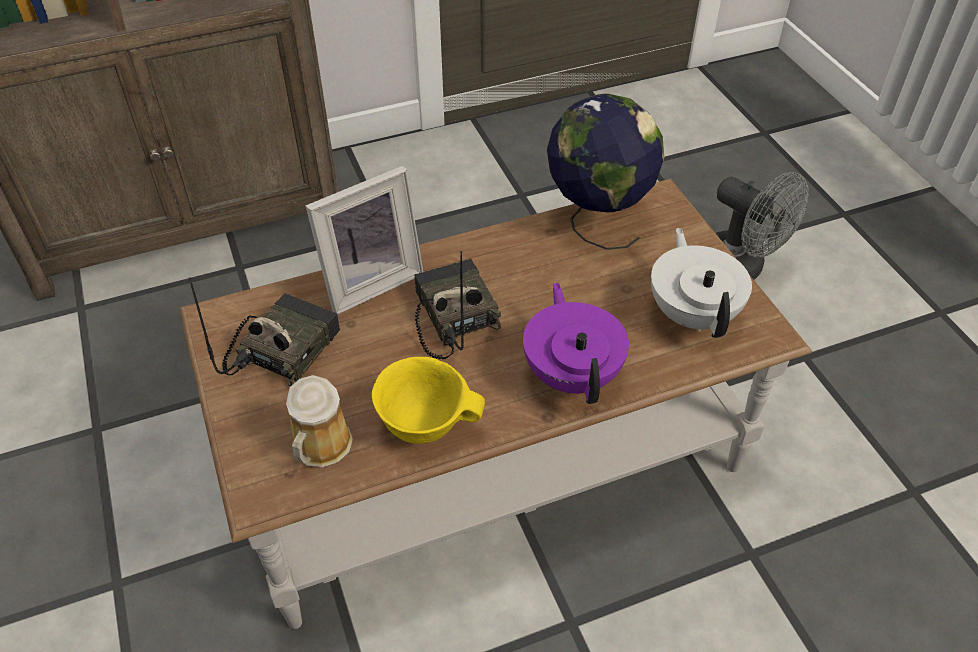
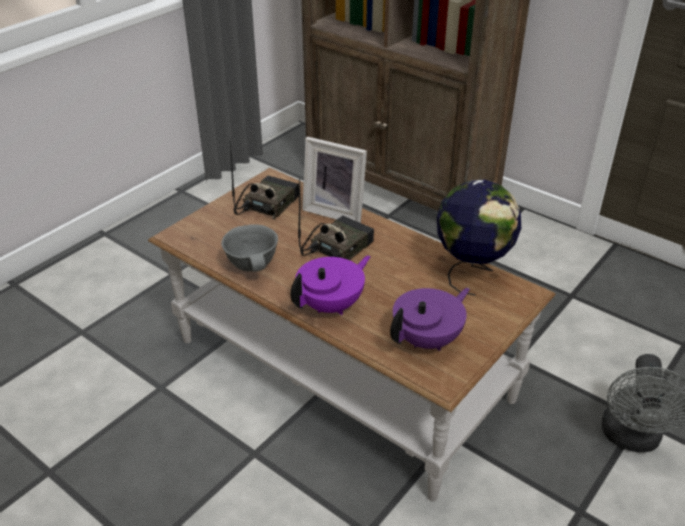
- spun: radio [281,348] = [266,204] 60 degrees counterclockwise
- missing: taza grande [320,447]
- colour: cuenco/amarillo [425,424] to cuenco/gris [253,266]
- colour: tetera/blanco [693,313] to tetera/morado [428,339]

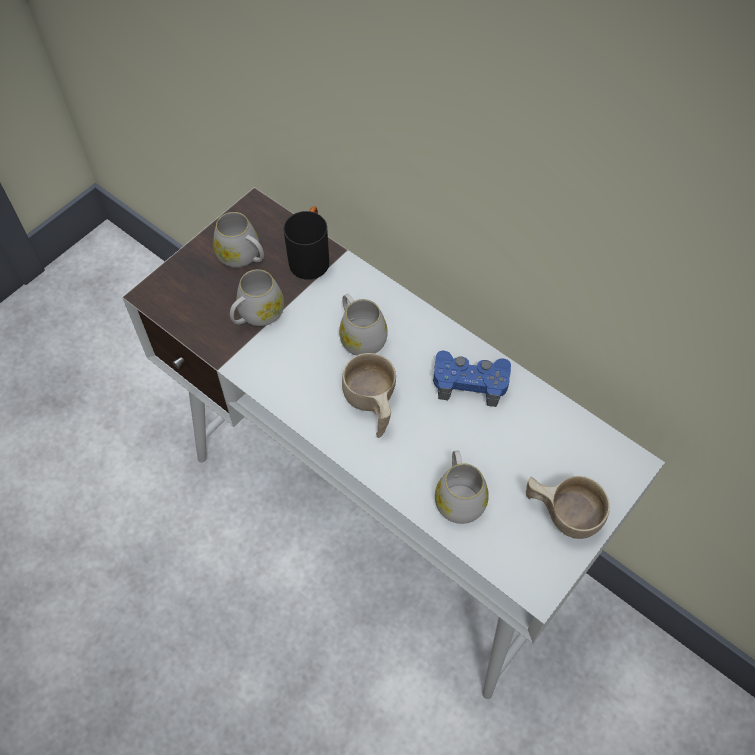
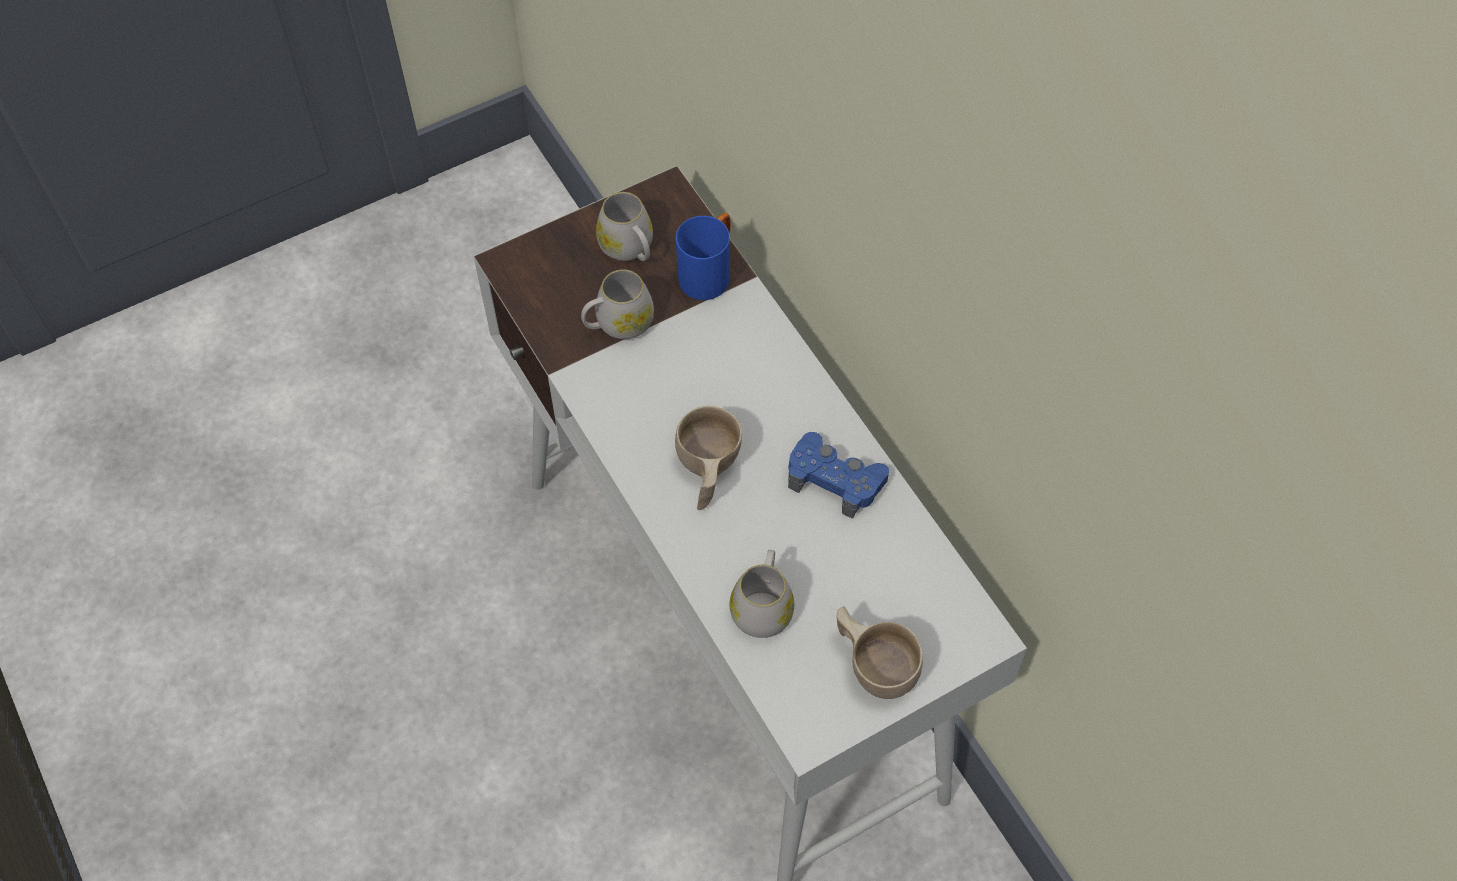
- colour: taza grande/negro [311,257] to taza grande/azul [709,272]
- missing: taza grande/blanco [360,336]

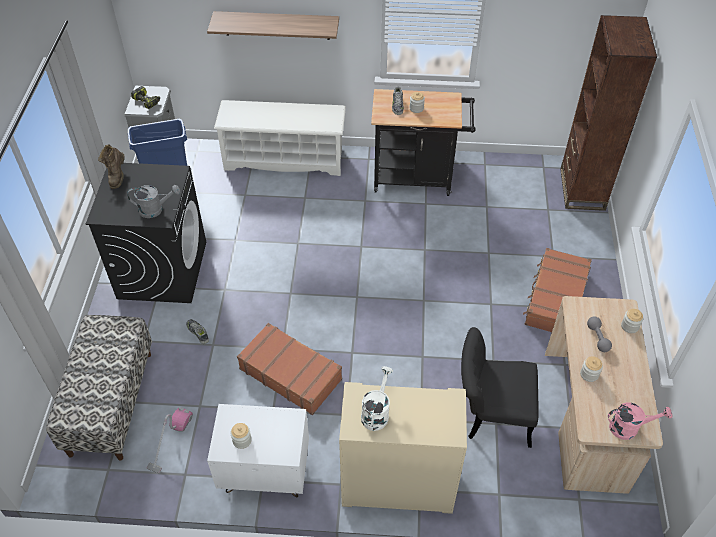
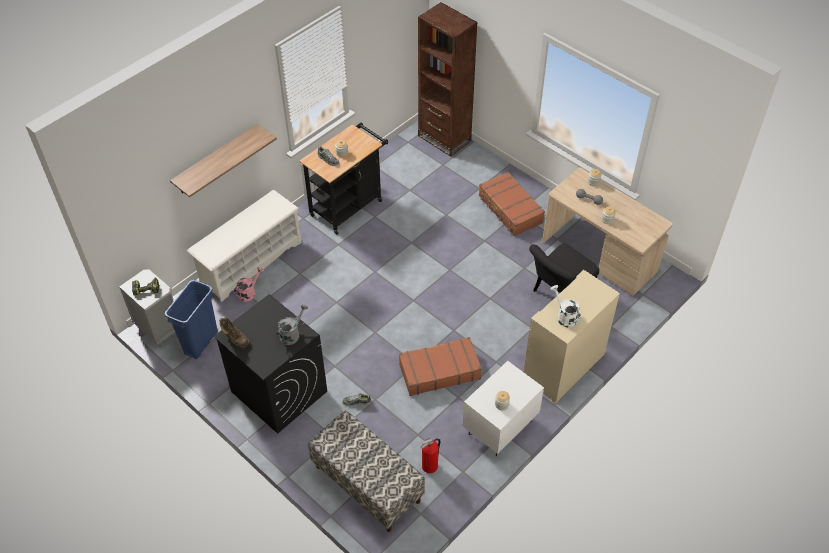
- exchanged: aspiradora [170,441] to extintor [430,466]
- relocated: regadera/rosa [629,427] to [249,292]

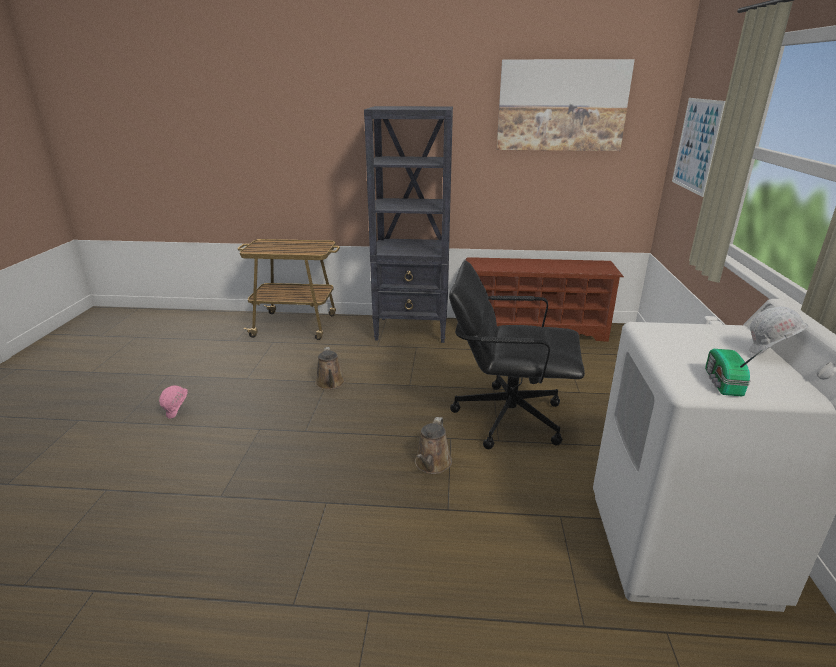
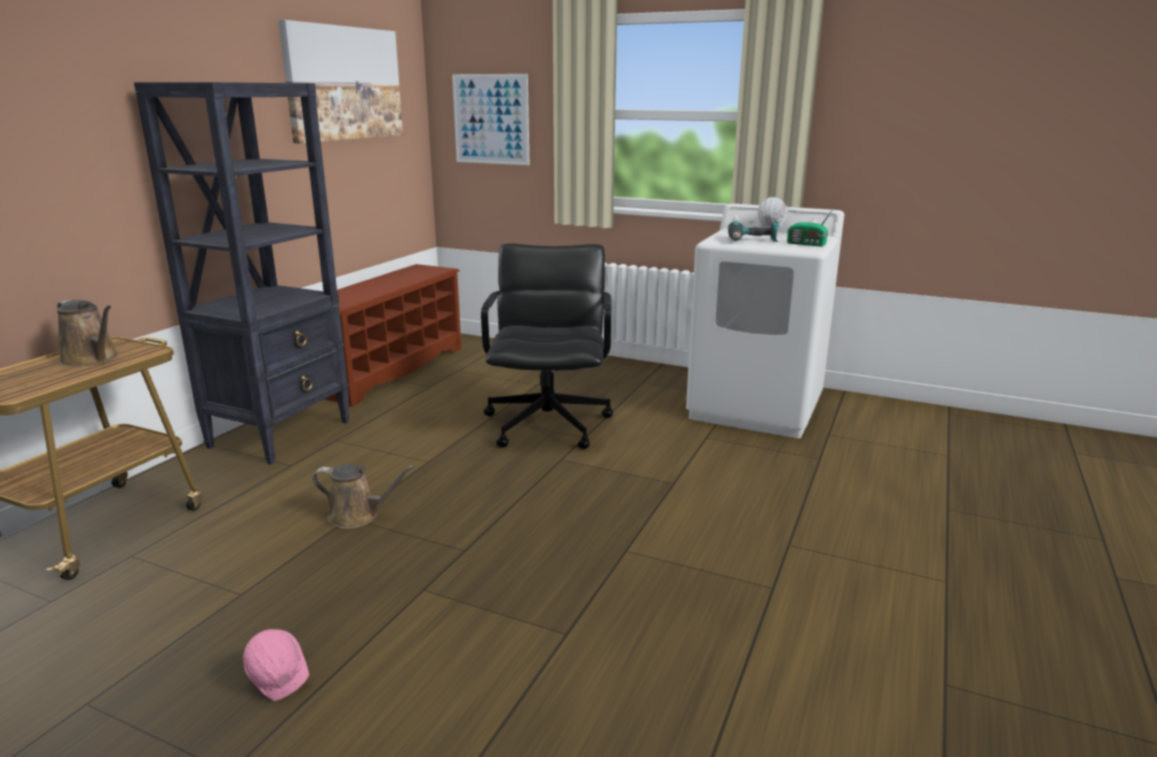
- relocated: regadera/marrón [432,464] to [92,359]
- spun: silla de oficina/negro [507,417] = [549,424] 150 degrees clockwise
- appeared: taladro [752,241]

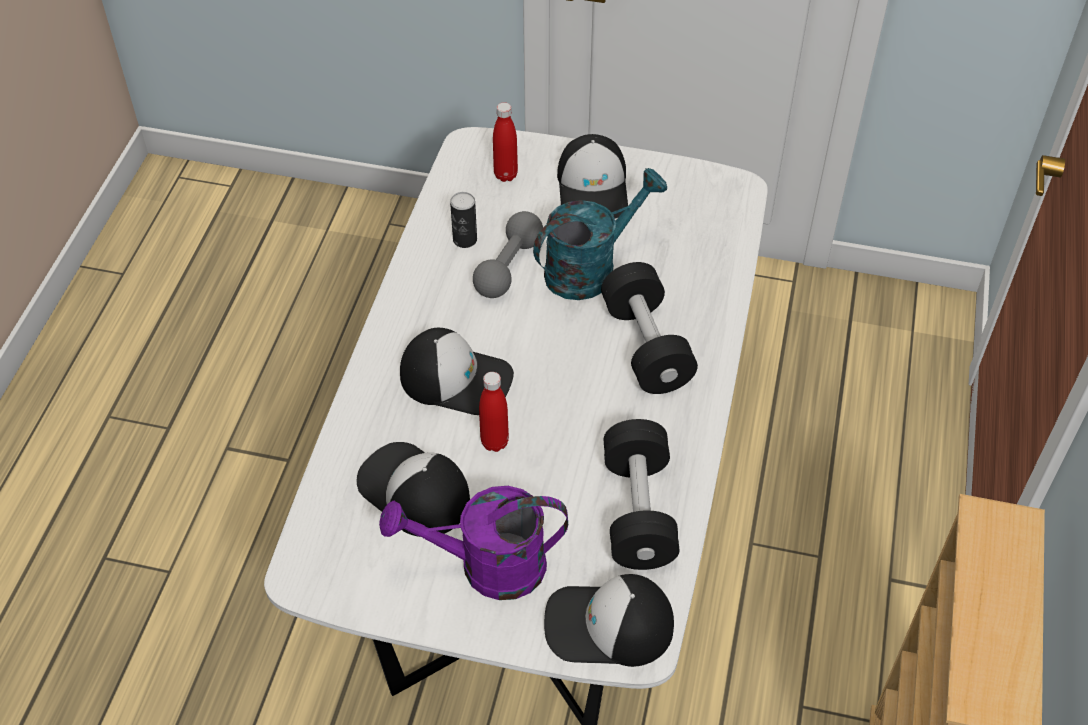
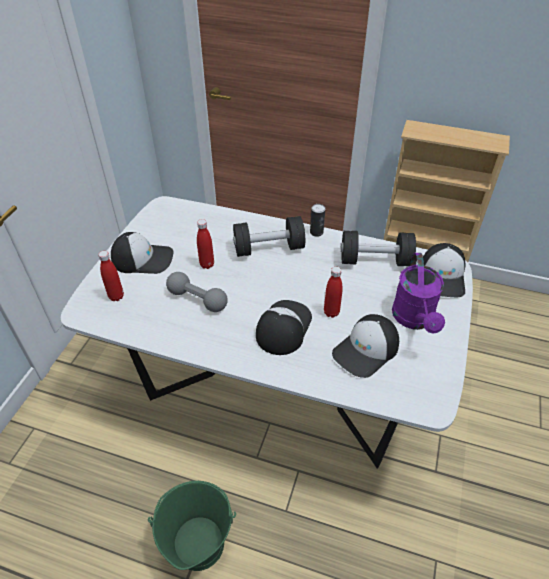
- relocated: lata [465,239] to [316,232]
- exchanged: regadera/turquesa [590,268] to botella/rojo [207,264]
- appeared: cubo/verde [198,543]

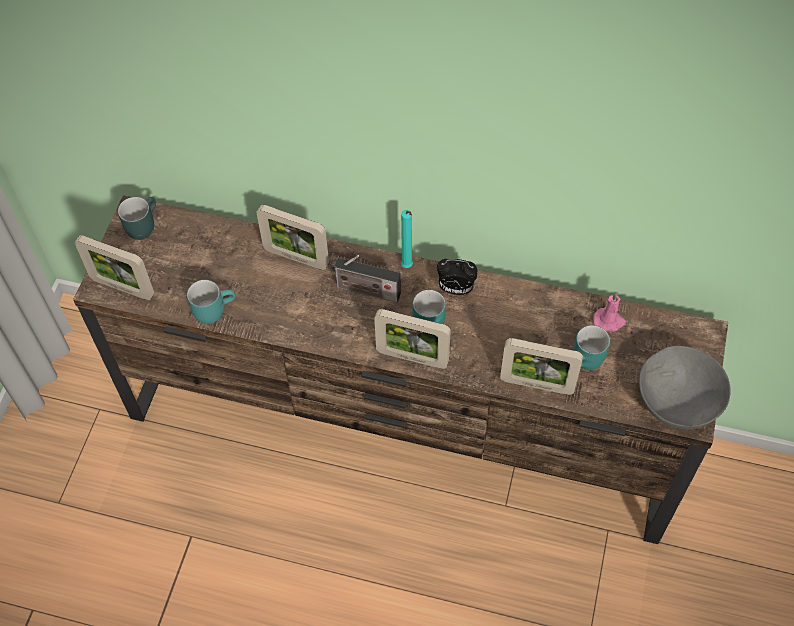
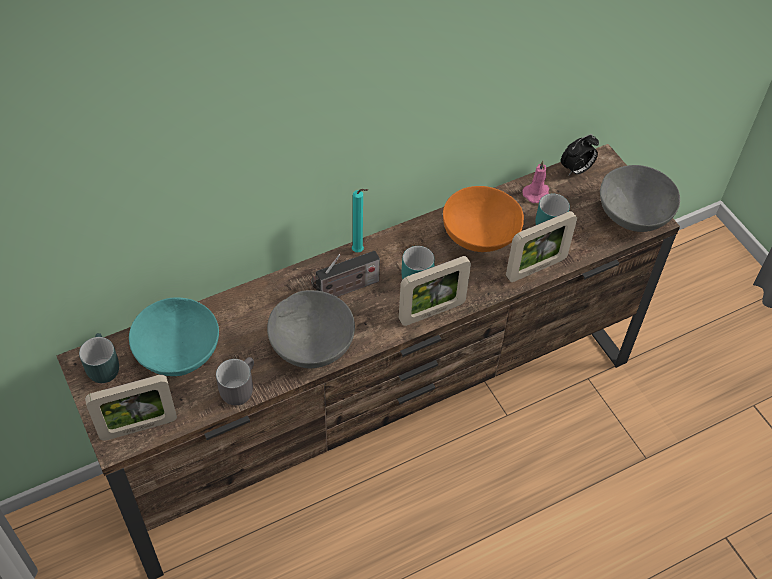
- colour: taza grande/turquesa [213,308] to taza grande/gris [237,387]
- missing: portarretratos [296,257]
- relocated: despertador [455,289] to [576,170]
- appeared: cuenco/turquesa [178,353]
- appeared: cuenco/gris [311,346]
- appeared: cuenco/naranja [480,236]

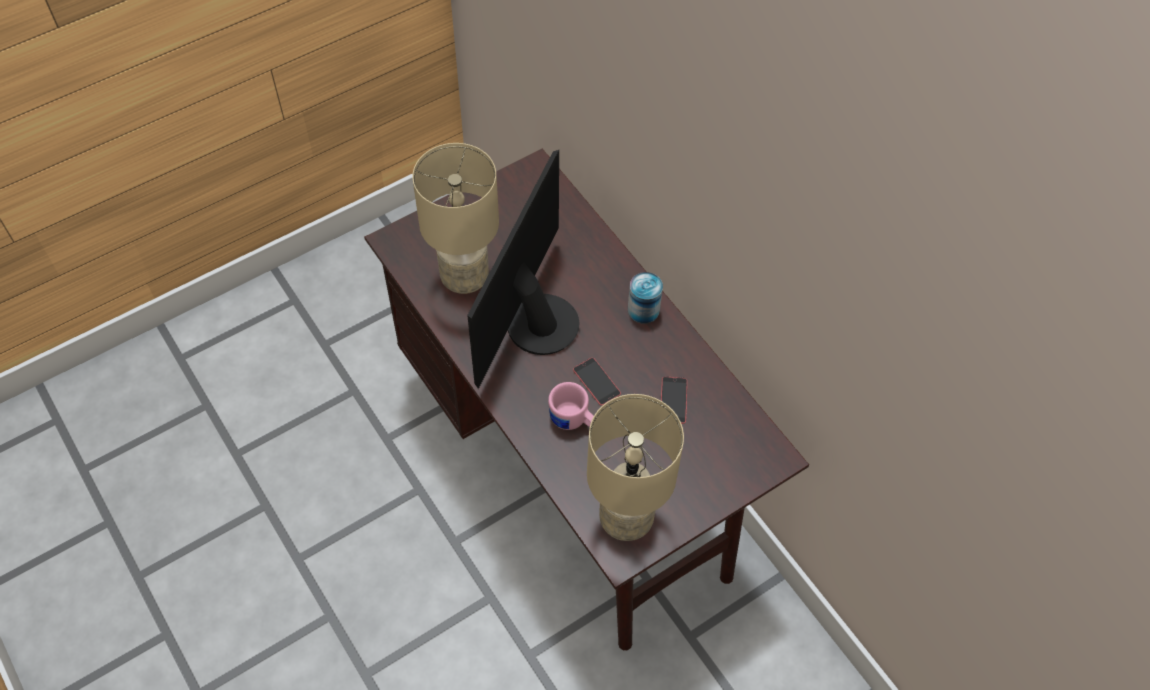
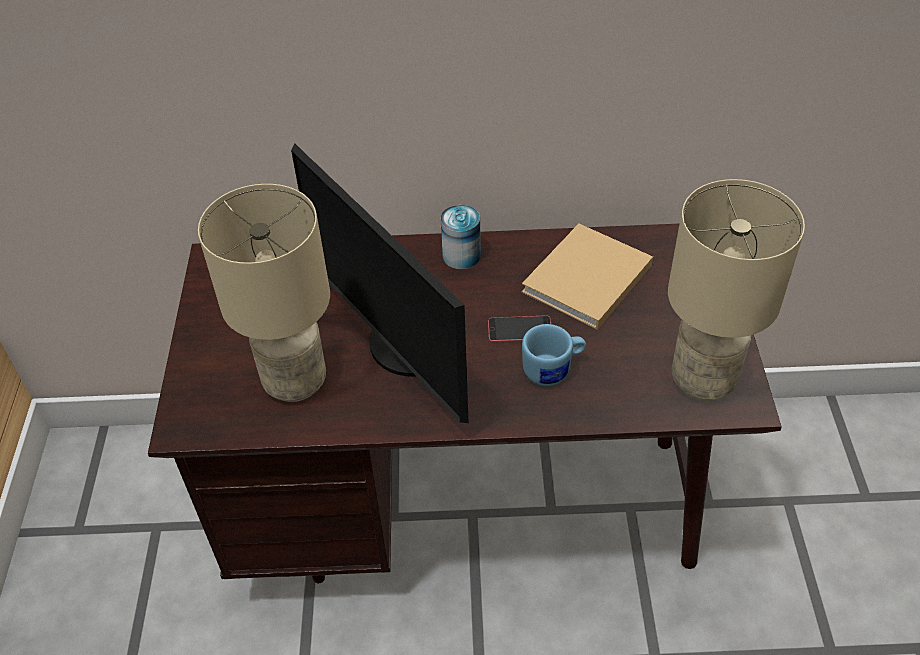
- colour: taza grande/rosa [573,420] to taza grande/azul [553,370]
- exchanged: móvil [673,400] to libro/beis [585,281]

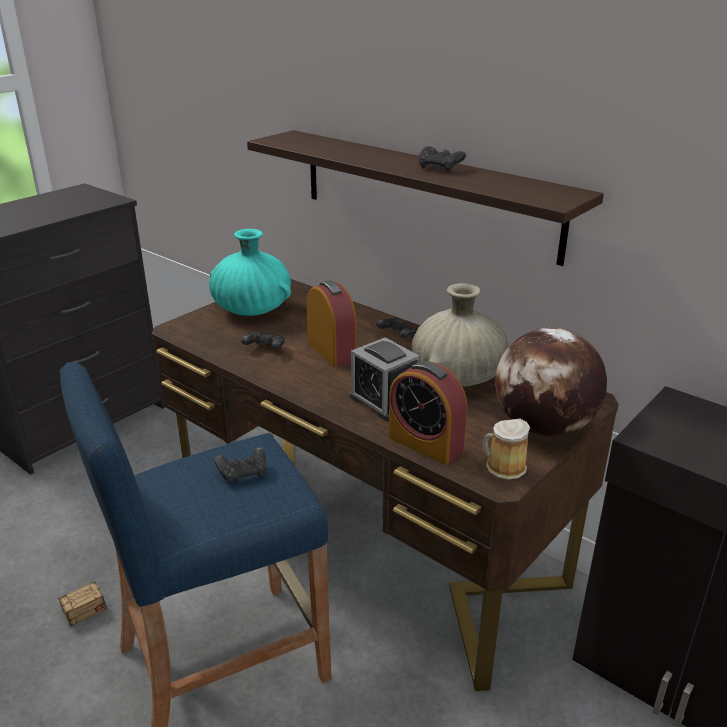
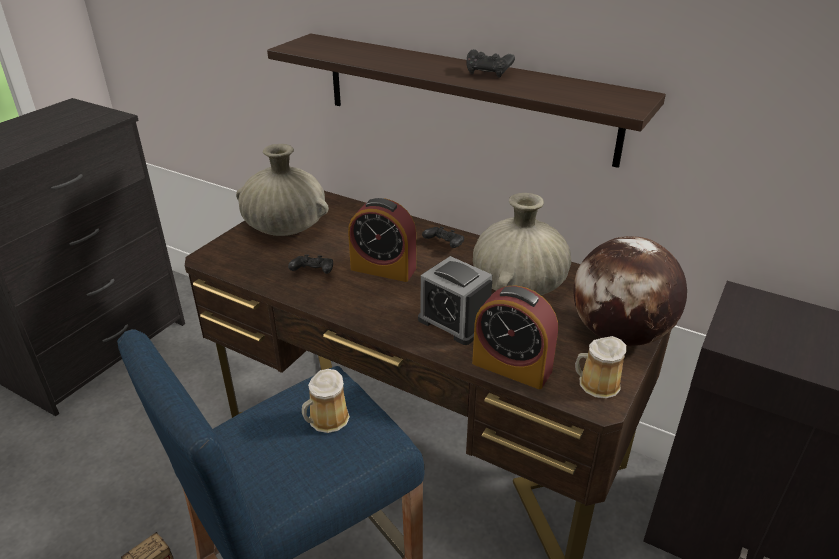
- colour: florero/turquesa [252,309] to florero/beis [285,227]
- exchanged: mando de consola/negro [243,474] to taza grande [326,420]
- spun: despertador [331,351] = [383,269] 150 degrees clockwise

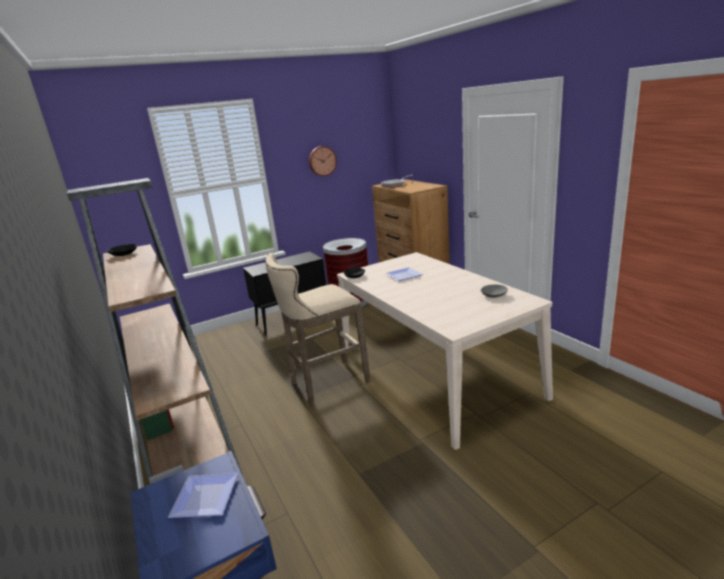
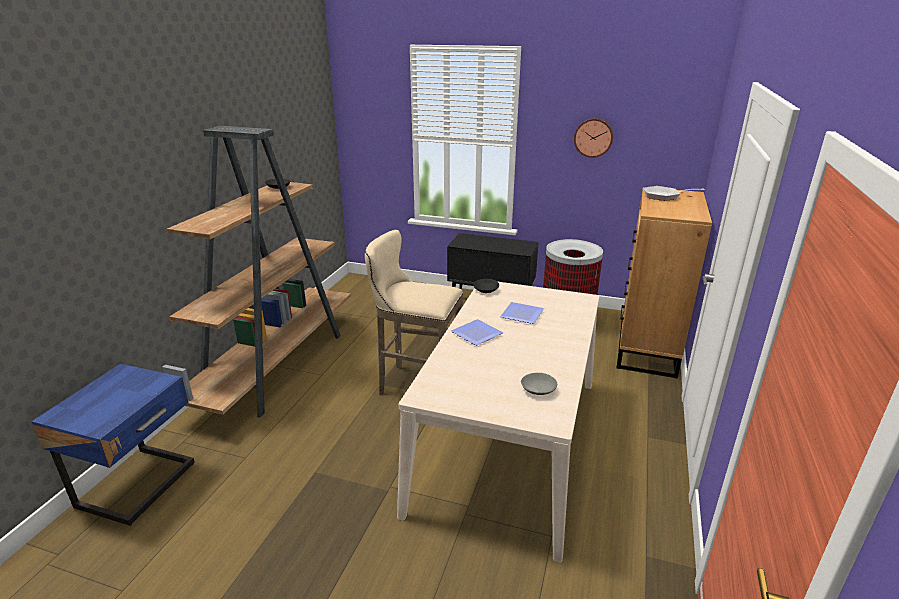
- relocated: plato [208,496] to [478,334]

